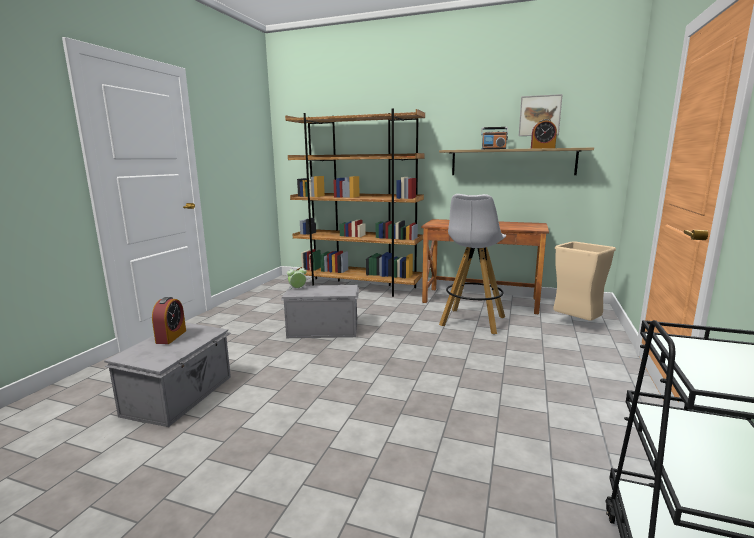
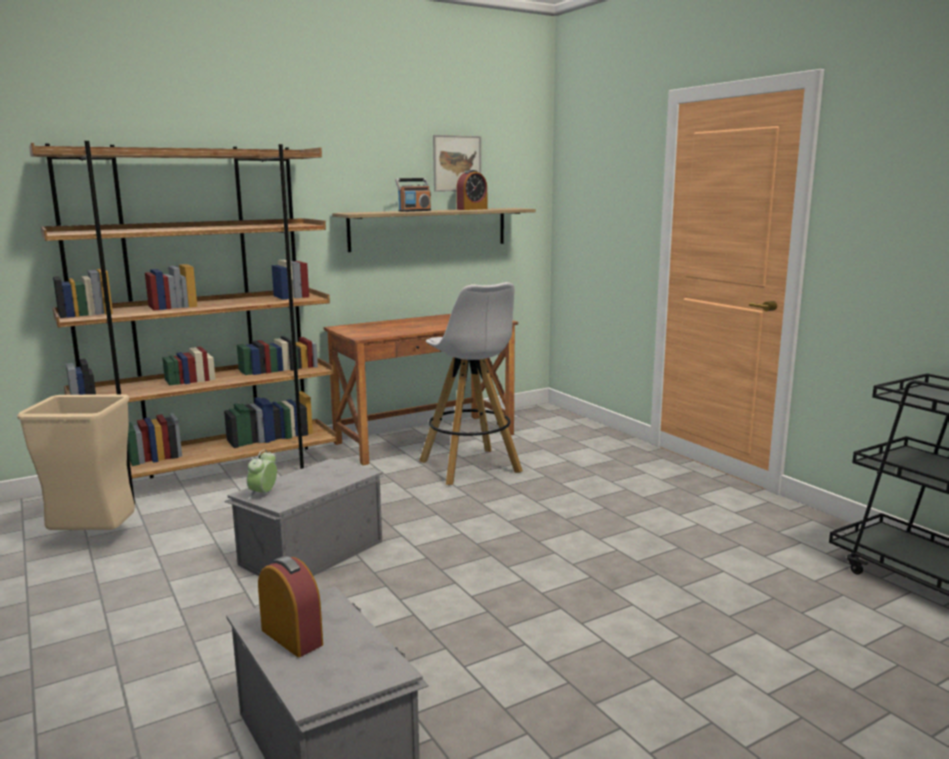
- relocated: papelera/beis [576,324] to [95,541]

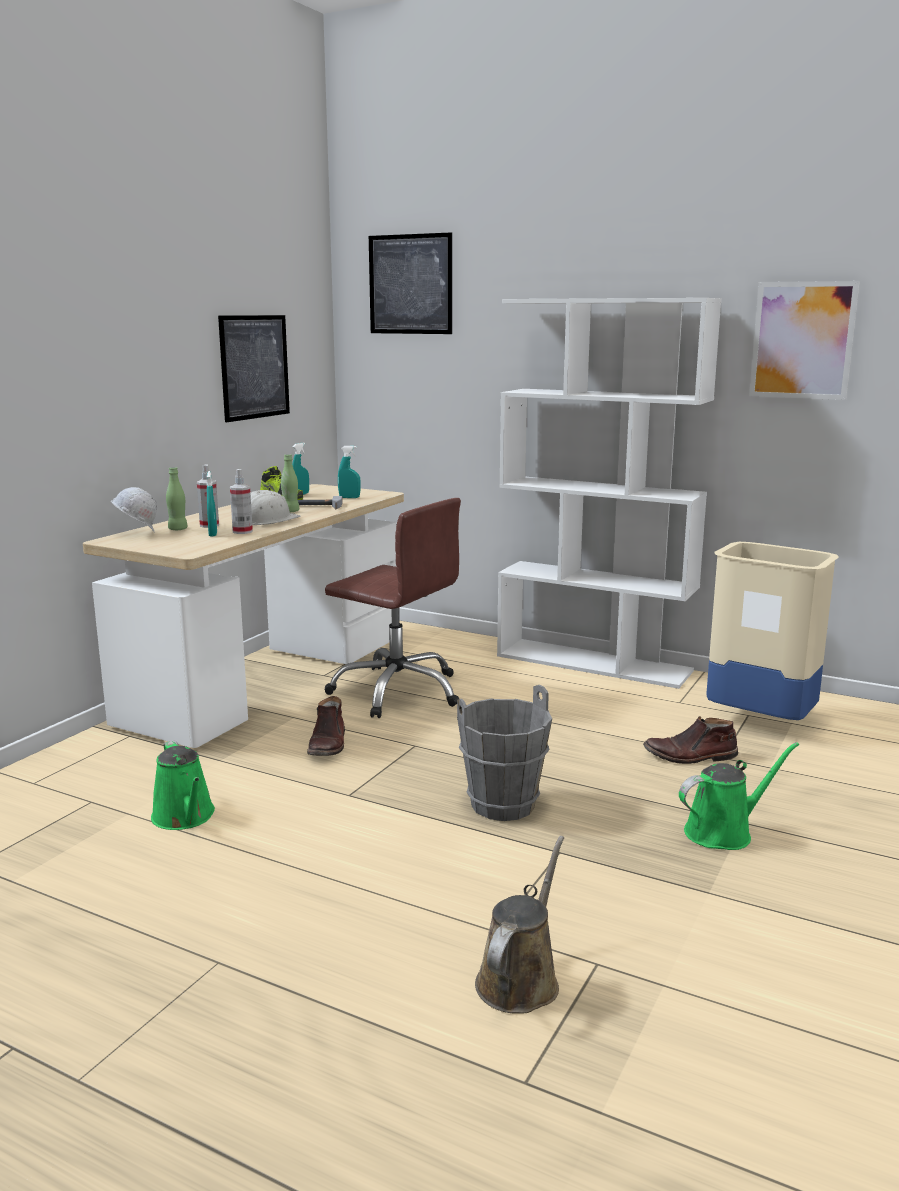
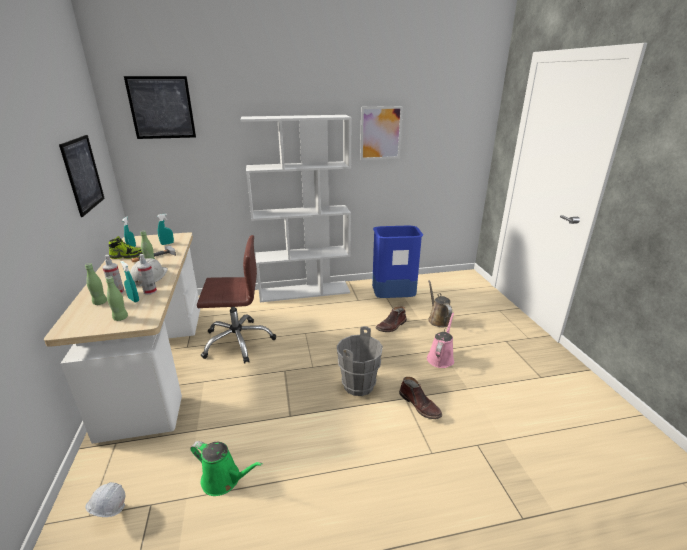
- relocated: casco/blanco [136,534] to [110,514]
- relocated: bota/marrón [328,744] to [420,405]
- relocated: regadera/marrón [520,979] to [438,319]
- colour: regadera/verde [723,832] to regadera/rosa [441,357]
- colour: papelera/beis [760,721] to papelera/azul [393,299]
- appeared: botella/verde [120,318]

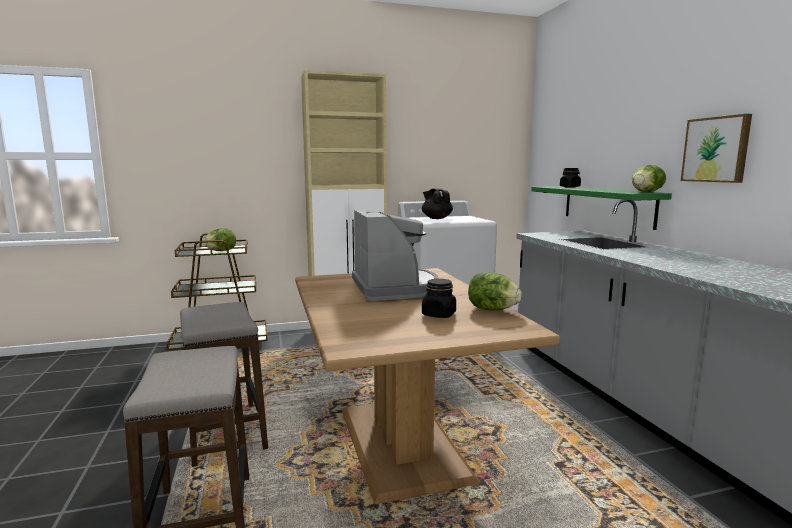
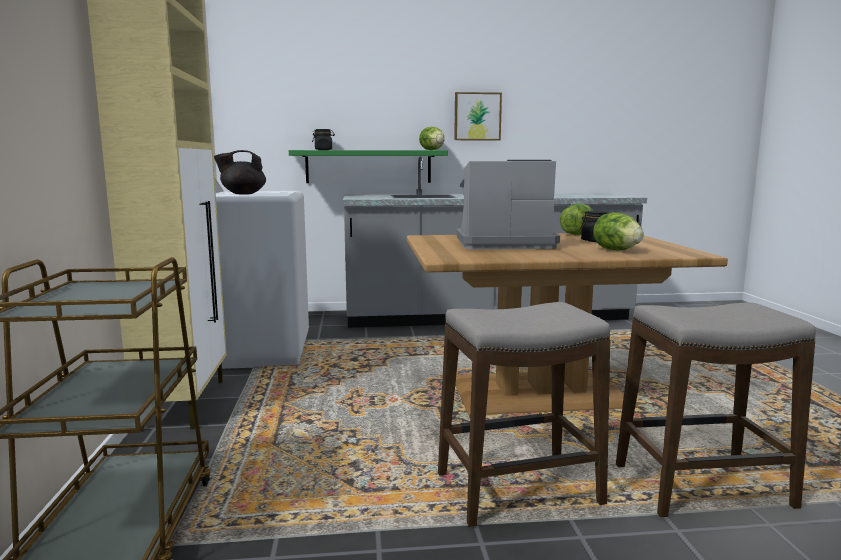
- relocated: lechuga [221,251] to [616,250]

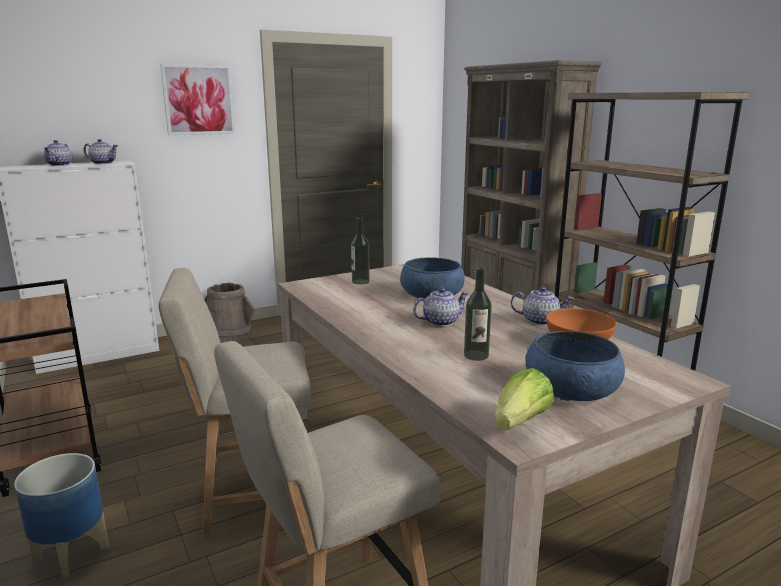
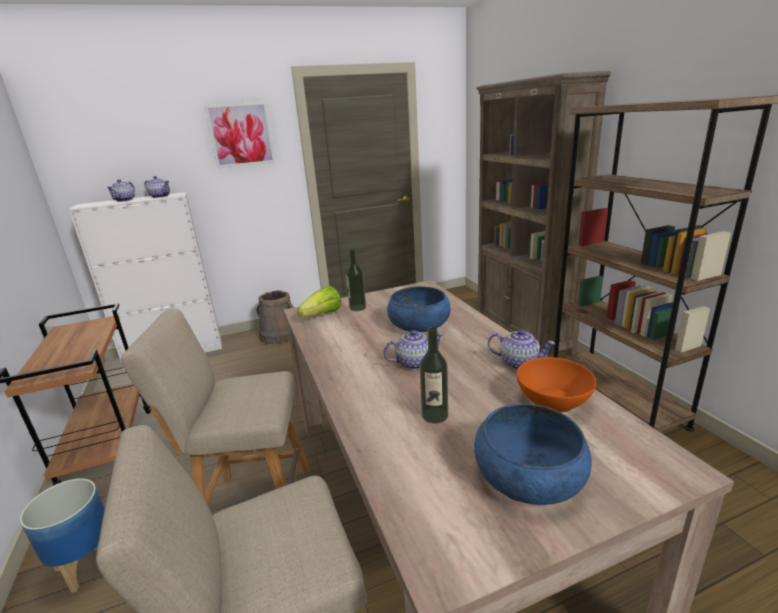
- relocated: lechuga [521,422] to [323,315]

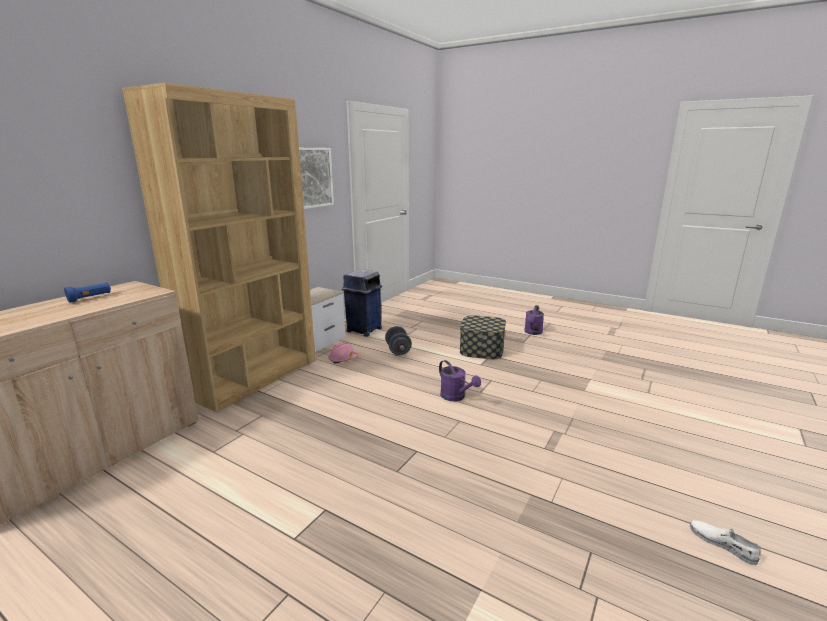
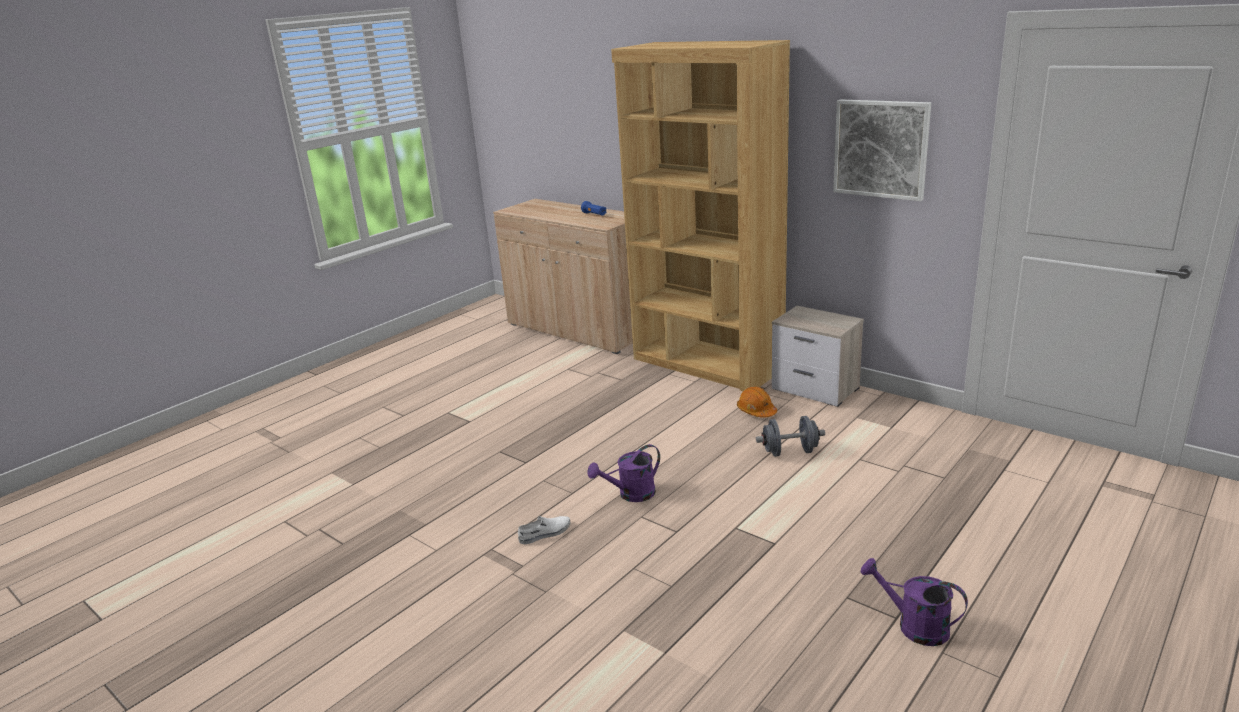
- colour: casco/rosa [343,359] to casco/naranja [756,411]
- missing: papelera/azul [363,330]
- missing: caja de almacenaje [482,349]
- relocated: zapato/blanco [722,544] to [545,533]

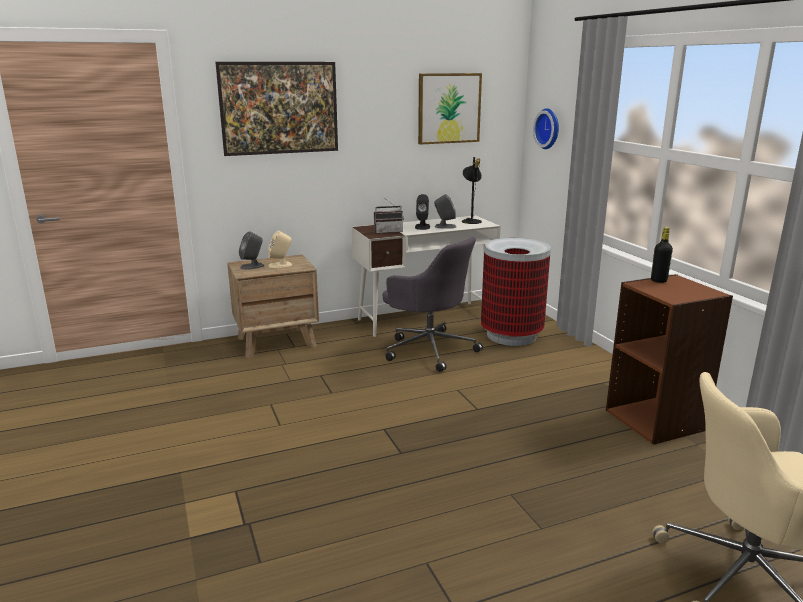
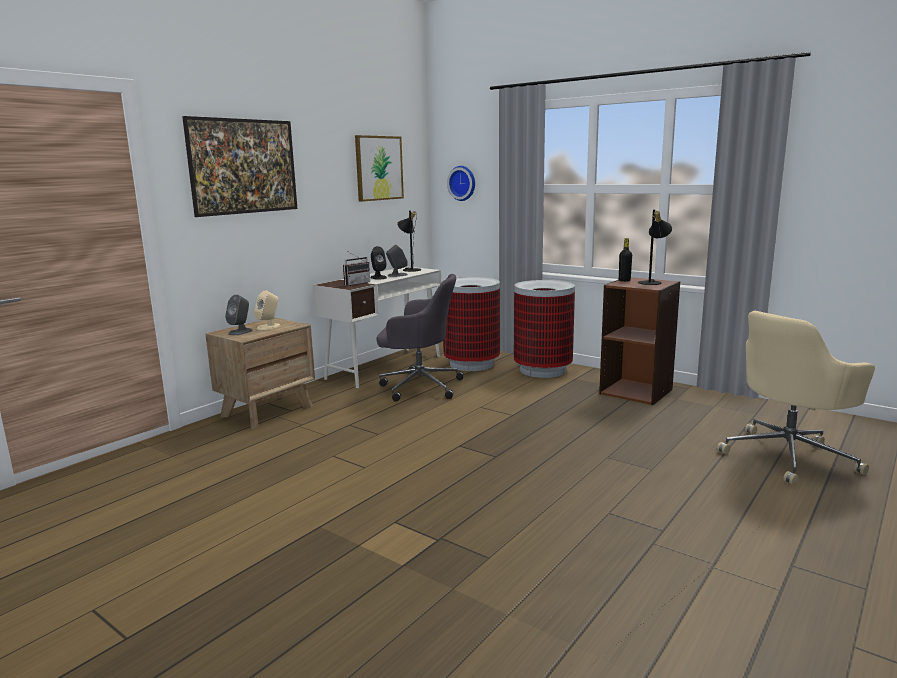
- appeared: papelera [543,370]
- appeared: lámpara de mesa/negro [652,282]

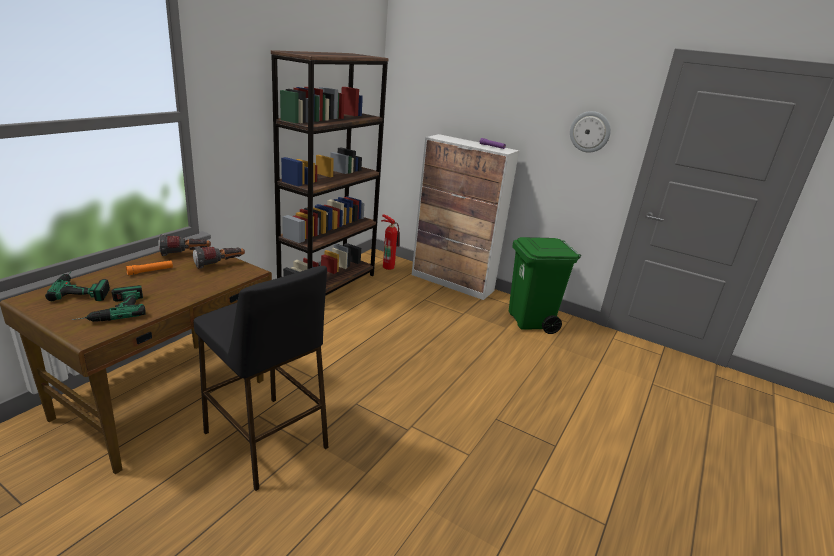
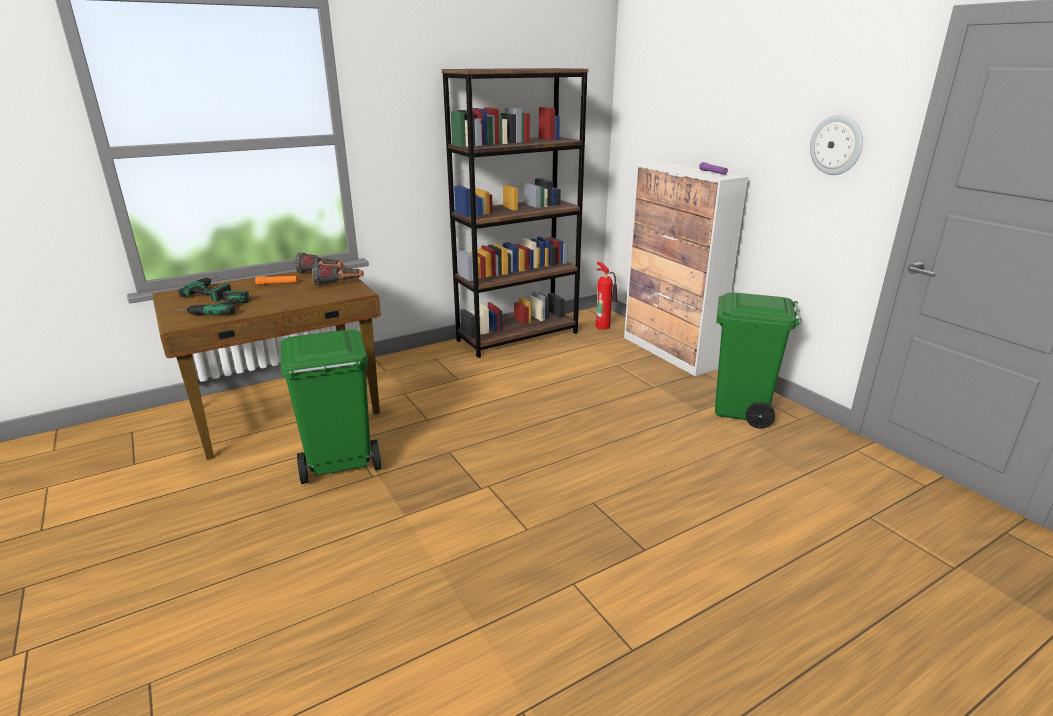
- exchanged: taburete/negro [266,440] to papelera/verde [339,464]

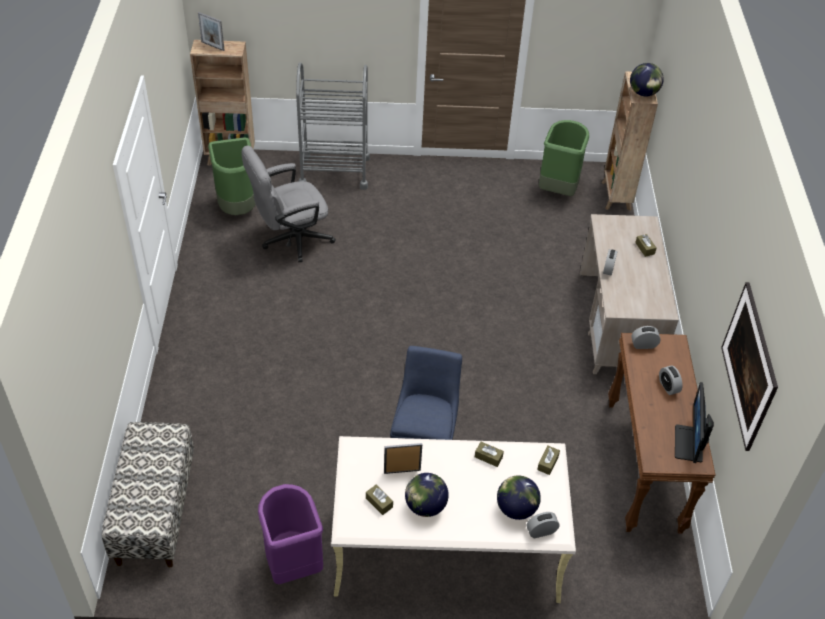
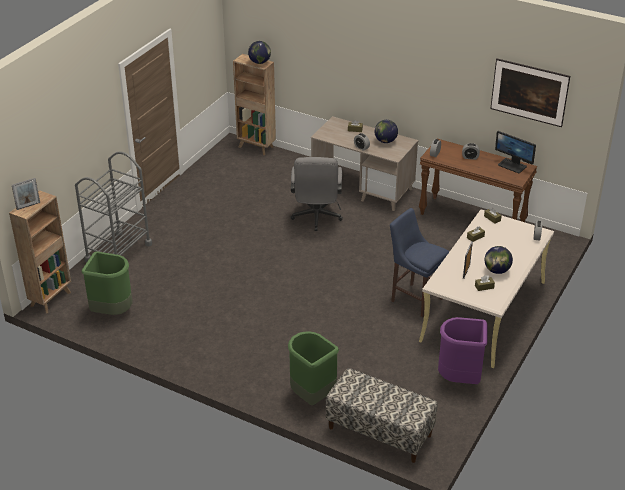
- relocated: silla de oficina/gris [290,240] to [316,218]
- relocated: globo terráqueo [516,509] to [385,141]
- relocated: papelera/verde [558,189] to [311,396]

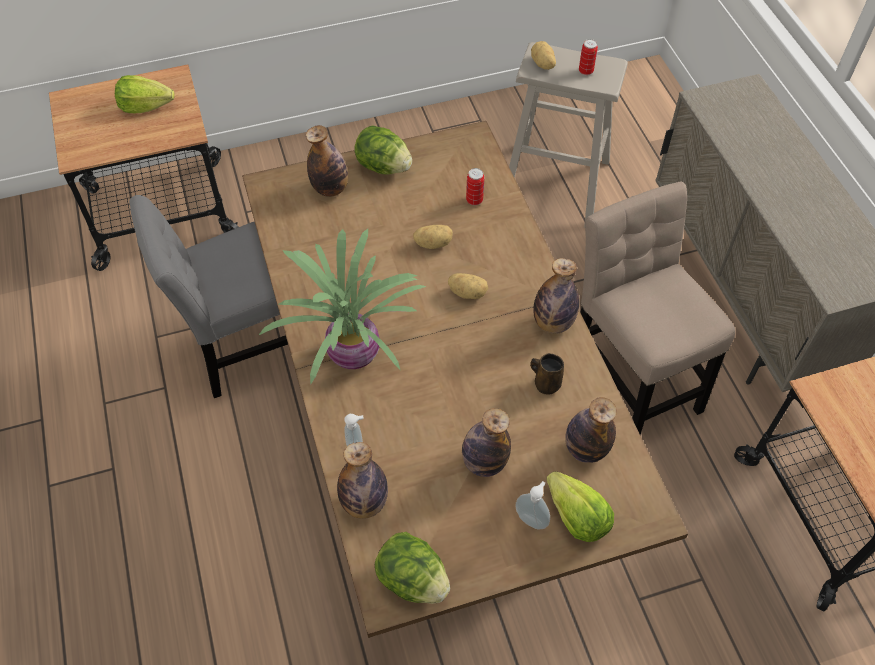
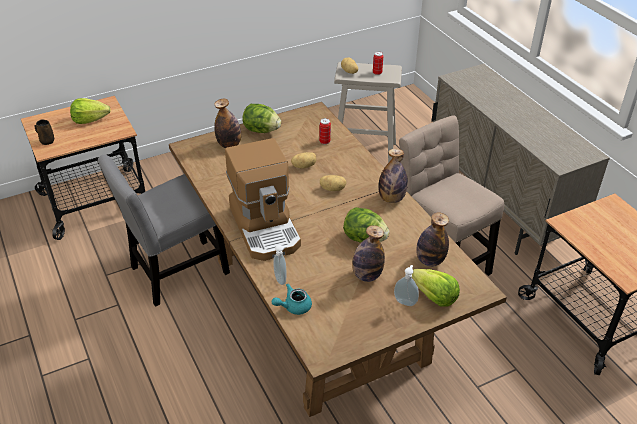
- exchanged: planta en maceta [354,351] to cafetera [266,227]
- exchanged: botella [364,503] to tetera/turquesa [293,307]
- relocated: lechuga [412,579] to [364,238]
- relocated: taza grande/marrón [545,383] to [46,141]

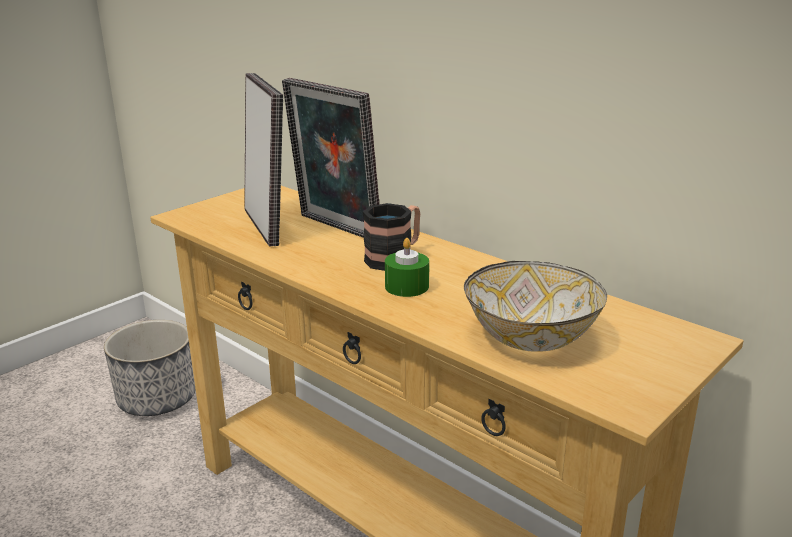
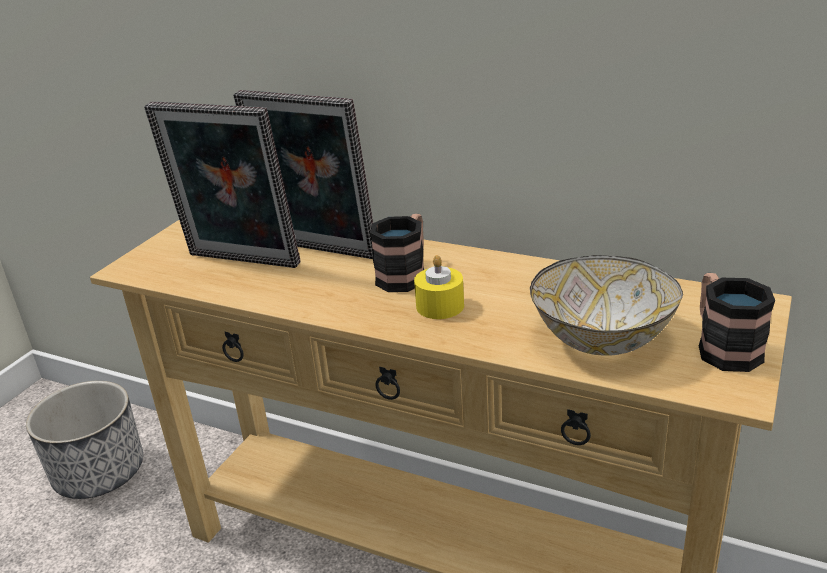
- spun: portarretratos [267,226] = [240,262] 150 degrees clockwise
- colour: vela/verde [406,286] to vela/amarillo [440,306]
- appeared: taza grande [723,346]

